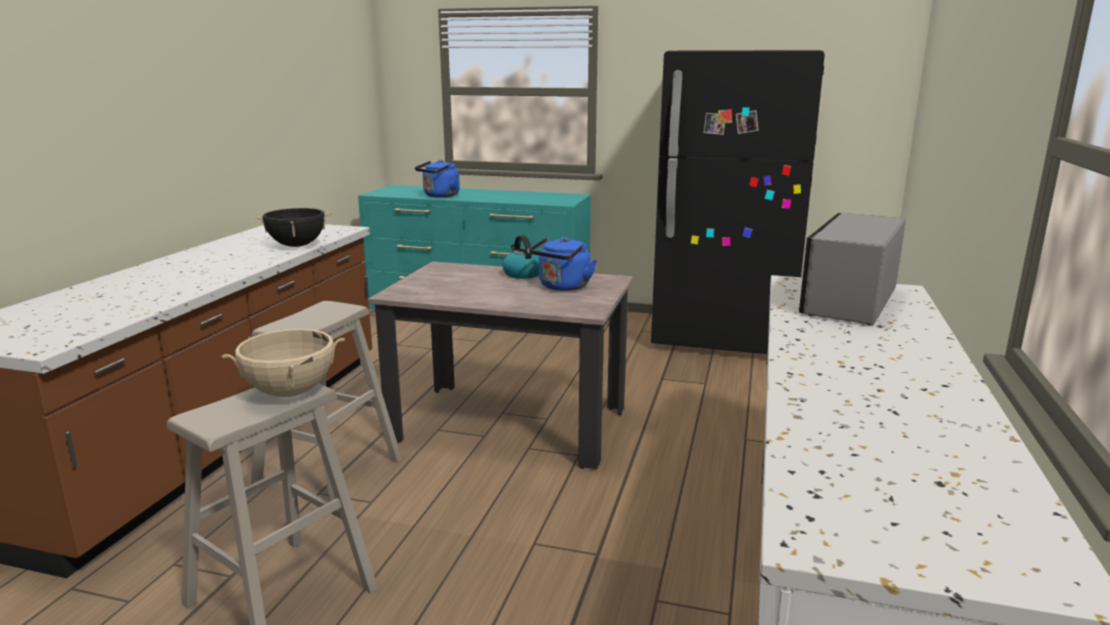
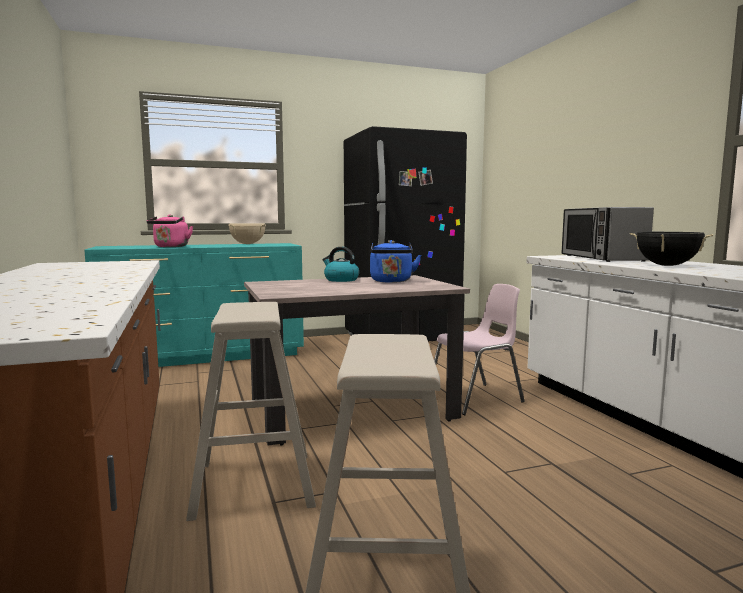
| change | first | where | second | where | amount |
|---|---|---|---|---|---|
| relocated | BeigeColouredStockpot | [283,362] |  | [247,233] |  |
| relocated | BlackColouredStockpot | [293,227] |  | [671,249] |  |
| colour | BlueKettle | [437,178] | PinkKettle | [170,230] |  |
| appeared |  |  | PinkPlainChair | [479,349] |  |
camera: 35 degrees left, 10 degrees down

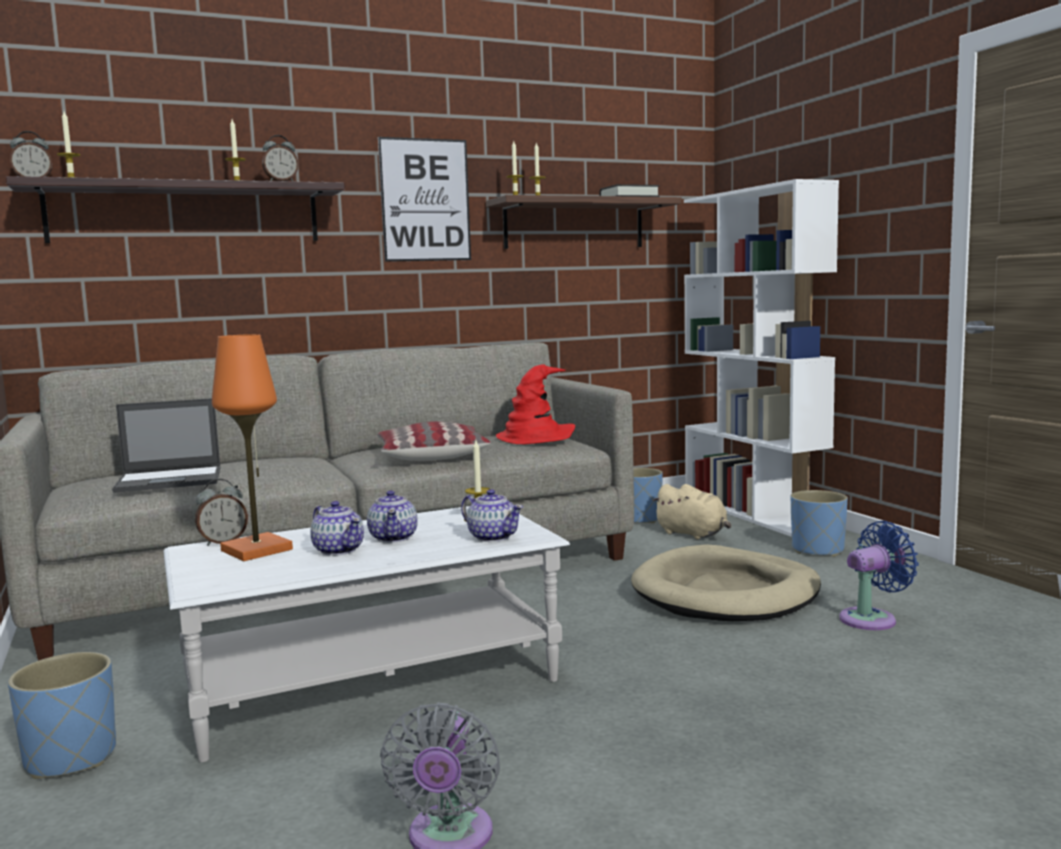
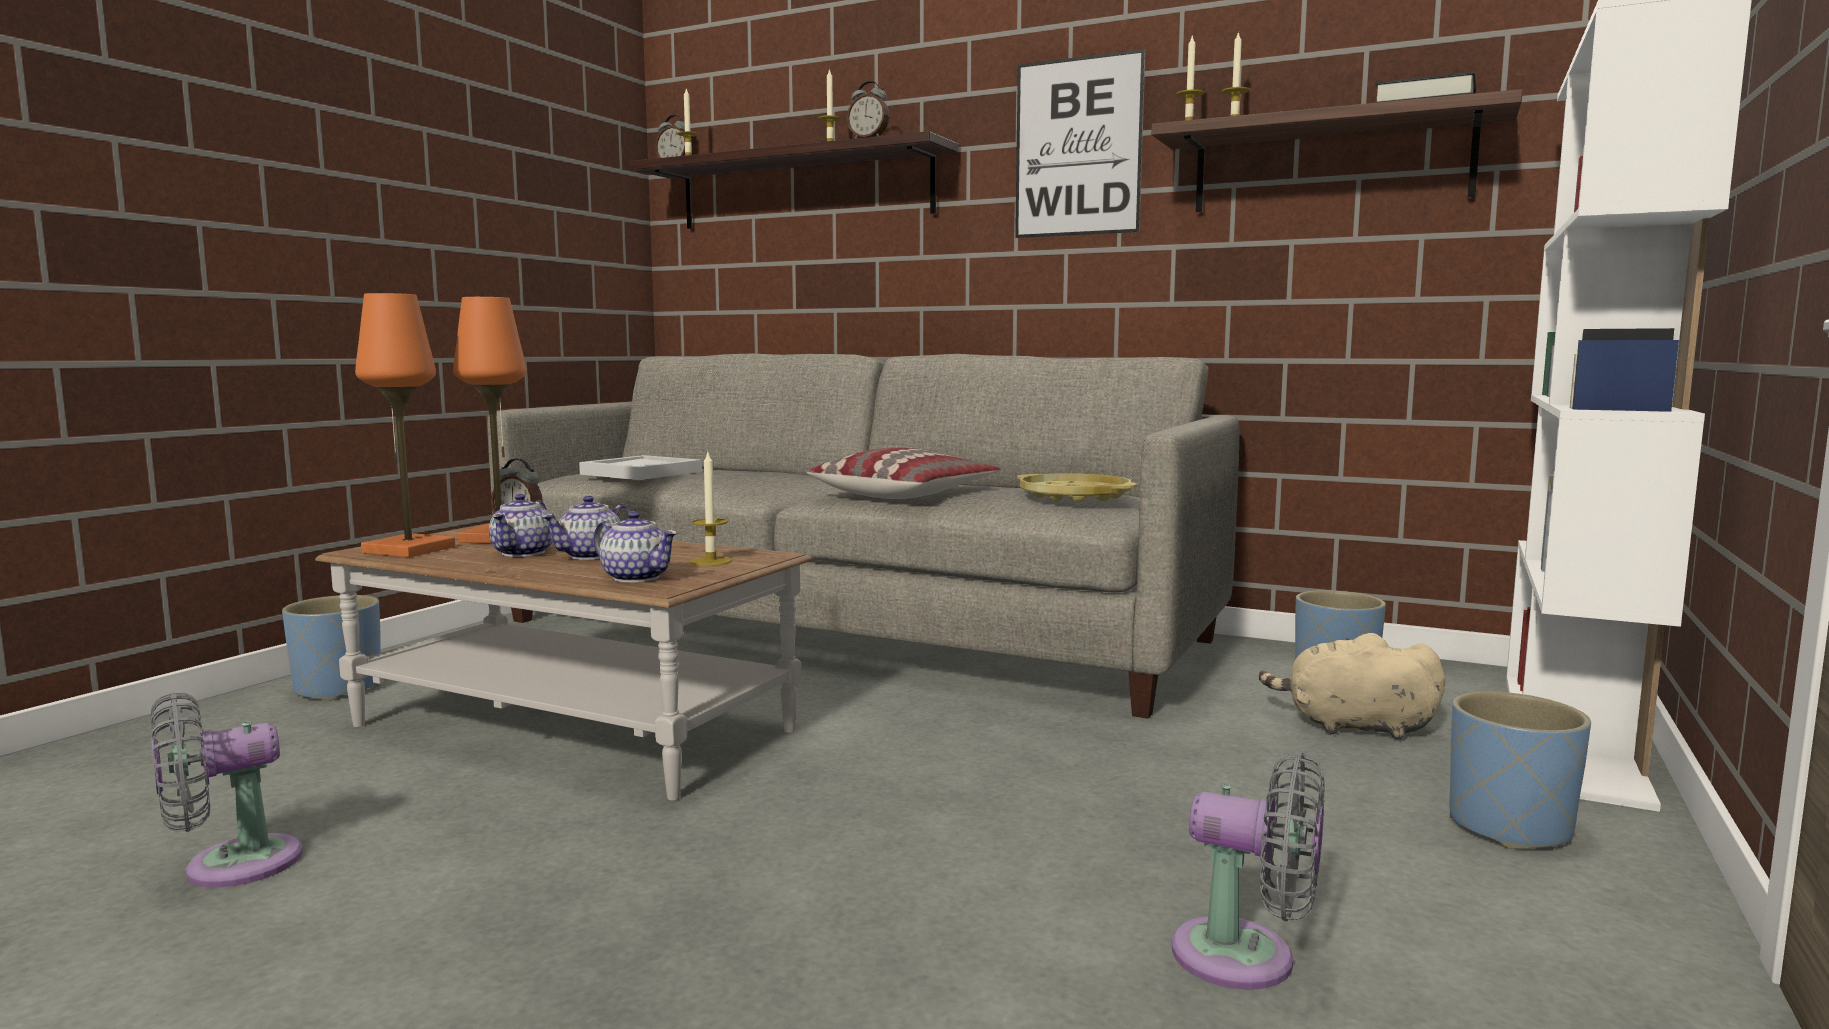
| change | first | where | second | where | amount |
|---|---|---|---|---|---|
| exchanged | PortableComputer | [166,445] | WhitishTray | [640,467] |  |
| colour | WhitishCoffeeTable | [366,634] | BrownColouredCoffeeTable | [563,662] |  |
| spun | PotForTea | [492,515] |  | [635,547] | 60 degrees counterclockwise |
| exchanged | ReddishWearableHat | [535,404] | YellowColouredTray | [1077,488] |  |
| missing | BeigeColouredDogCushion | [726,583] |  |  |  |
| spun | BeigeColouredCuddlyToy | [691,512] |  | [1352,686] | 105 degrees clockwise |
| colour | BlueCoolingFan | [879,575] | GreyCoolingFan | [1248,871] |  |
| appeared |  |  | OrangeTableLamp | [405,425] |  |
camera: 50 degrees right, 0 degrees up

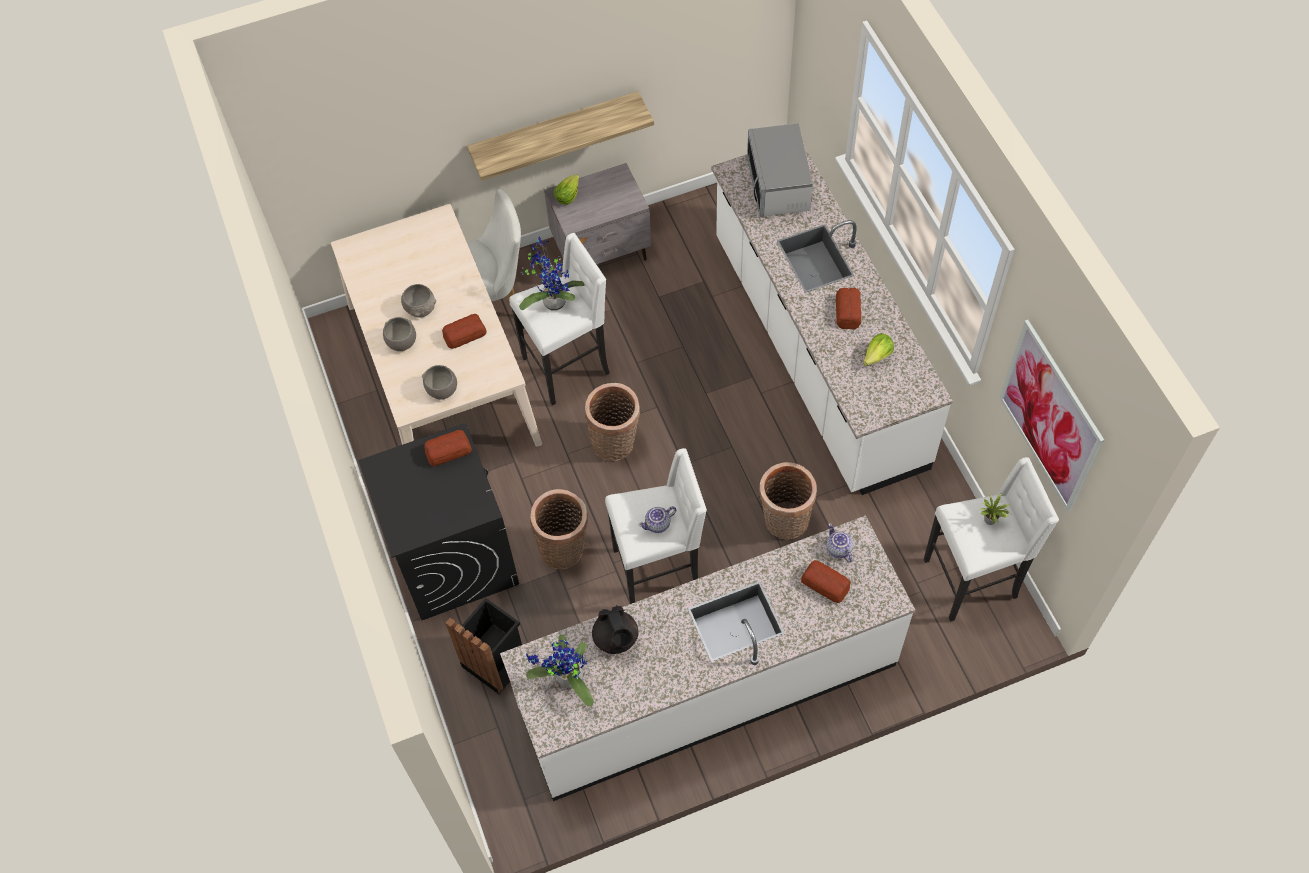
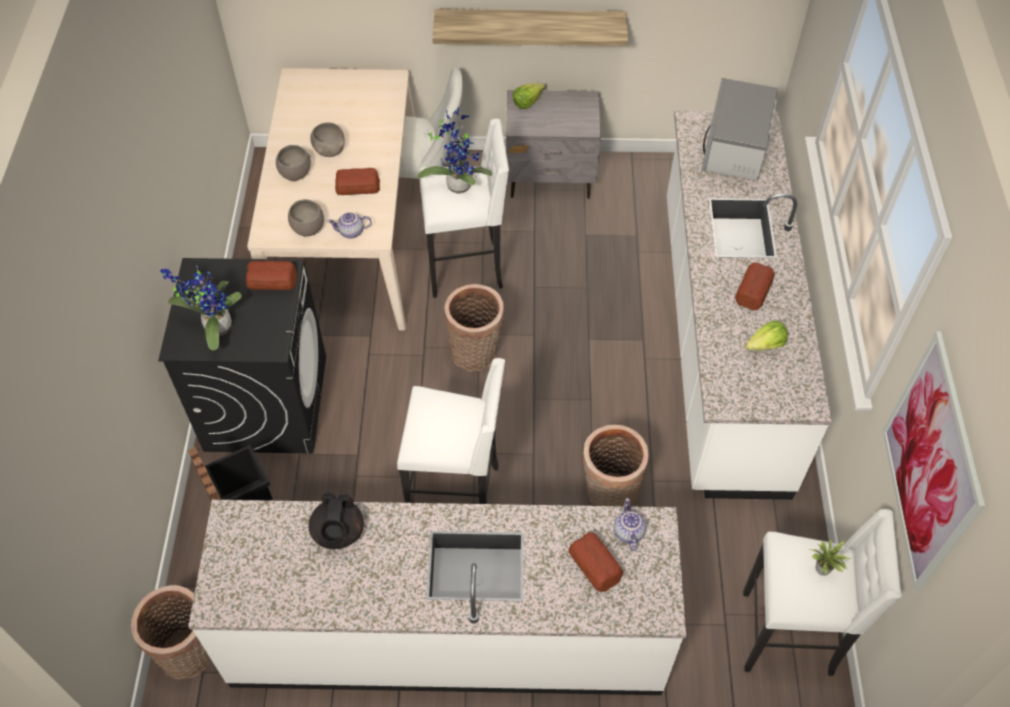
| change | first | where | second | where | amount |
|---|---|---|---|---|---|
| relocated | Houseplant | [560,670] |  | [201,307] |  |
| relocated | Basket | [559,529] |  | [171,632] |  |
| relocated | PotForTea | [657,519] |  | [349,225] |  |
camera: 20 degrees right, 5 degrees down

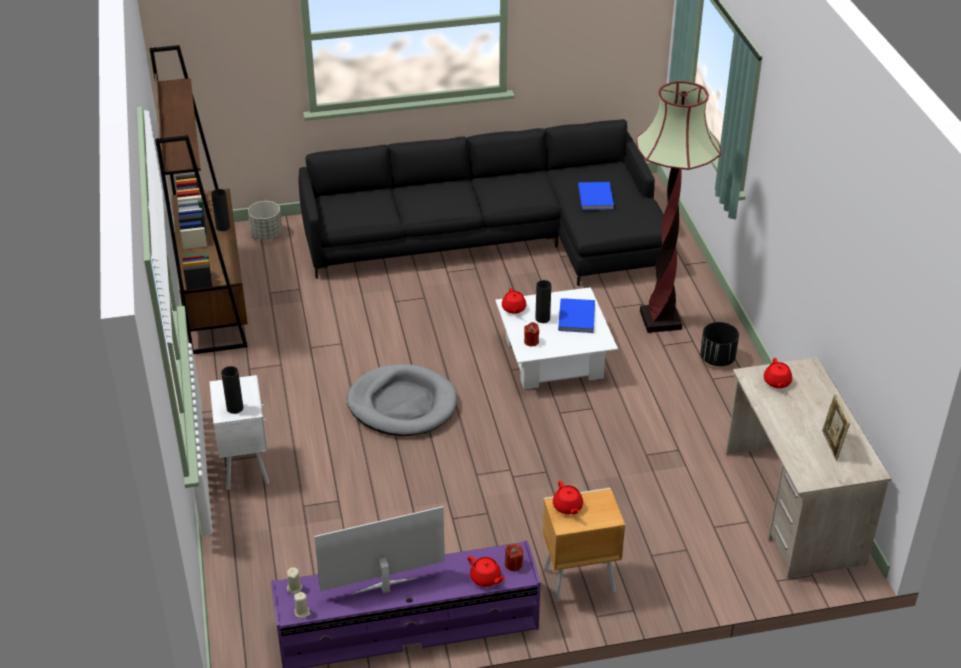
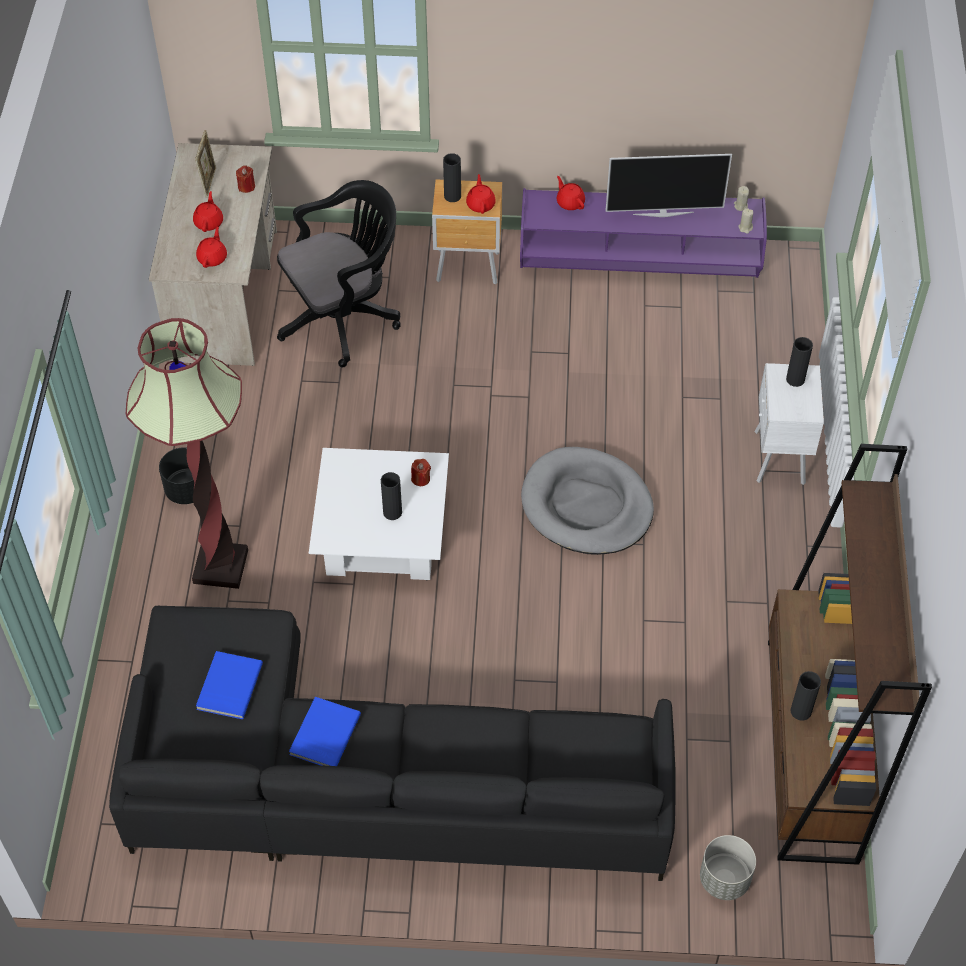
| change | first | where | second | where | amount |
|---|---|---|---|---|---|
| relocated | ReddishPotForTea | [514,301] |  | [208,211] |  |
| relocated | ReddishCandle | [514,557] |  | [245,179] |  |
| relocated | BlueBoundBook | [576,315] |  | [325,731] |  |
| appeared |  |  | BlackColouredComputerChair | [338,274] |  |
| appeared |  |  | BlackColouredVase | [452,177] |  |
camera: 165 degrees left, 15 degrees up

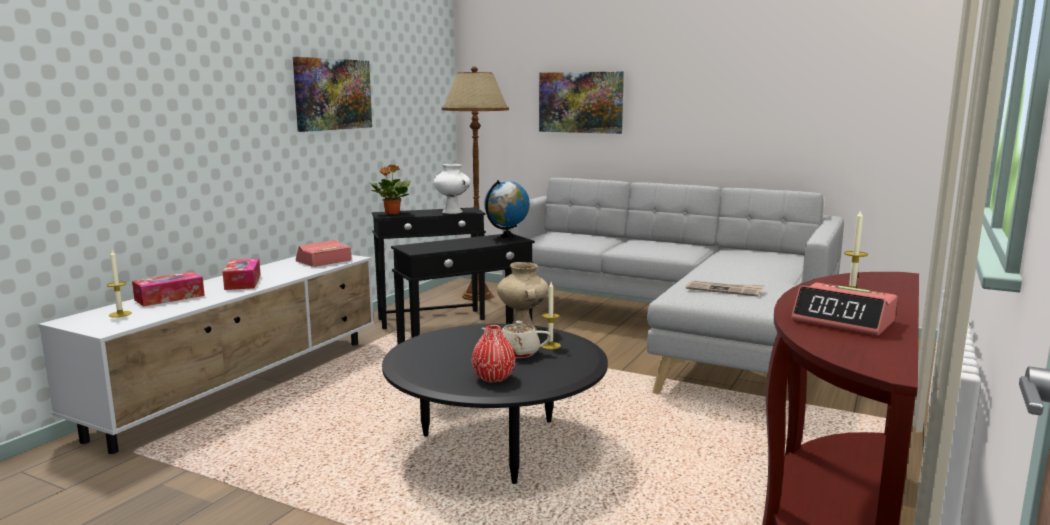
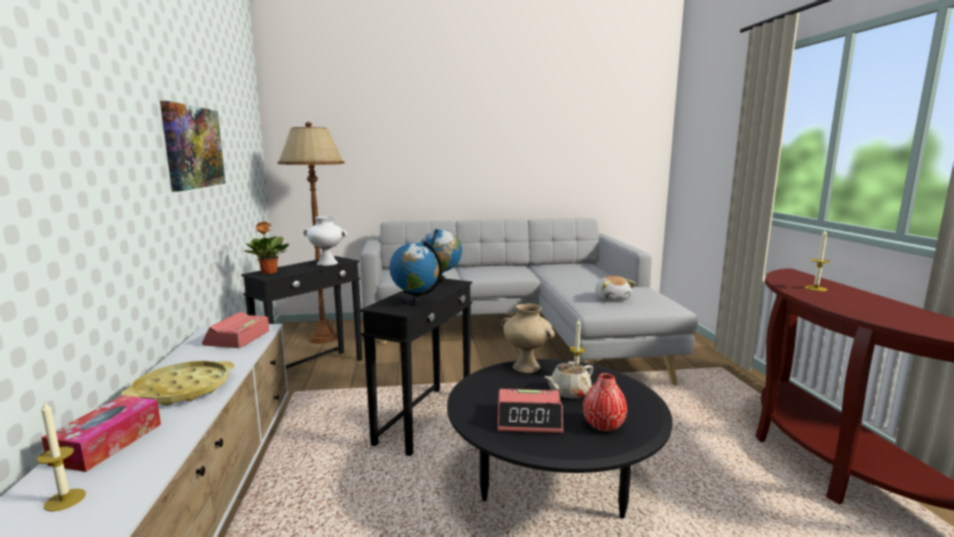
| change | first | where | second | where | amount |
|---|---|---|---|---|---|
| exchanged | BoxOfTissues | [242,274] | YellowColouredTray | [177,383] |  |
| missing | WallPicture | [581,102] |  |  |  |
| exchanged | PrintedPaper | [725,288] | CuddlyToy | [615,288] |  |
| relocated | TableClock | [844,309] |  | [530,411] |  |
| appeared |  |  | DeskGlobe | [415,273] |  |
camera: 35 degrees left, 0 degrees up

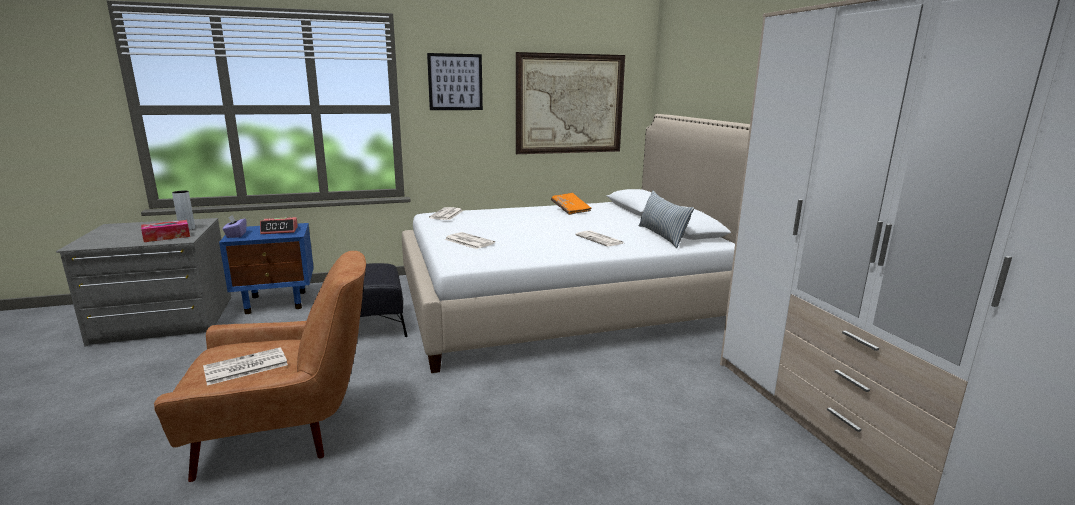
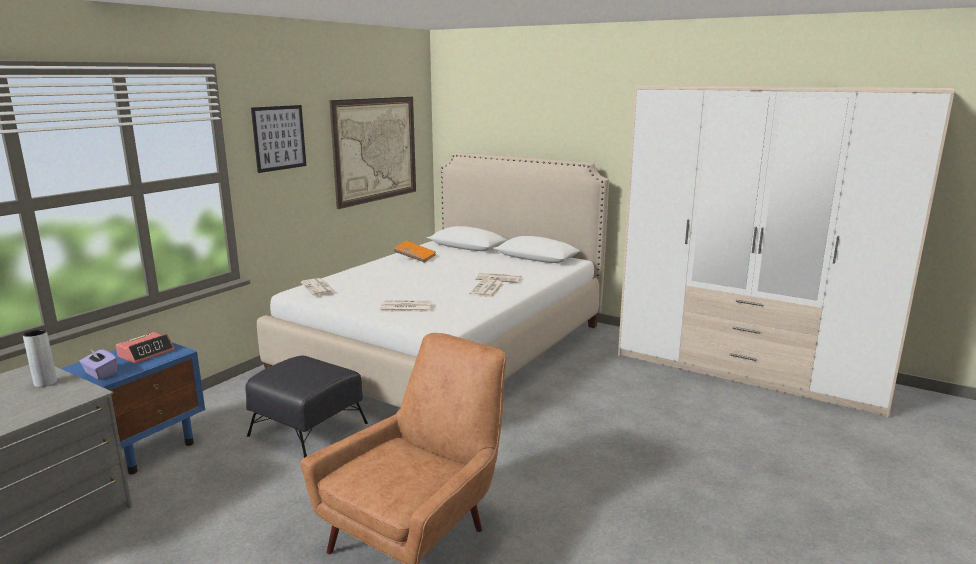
| change | first | where | second | where | amount |
|---|---|---|---|---|---|
| missing | BoxOfTissues | [165,231] |  |  |  |
| relocated | PrintedPaper | [245,366] |  | [486,288] |  |
| missing | ThrowPillow | [666,219] |  |  |  |
camera: 40 degrees left, 0 degrees up

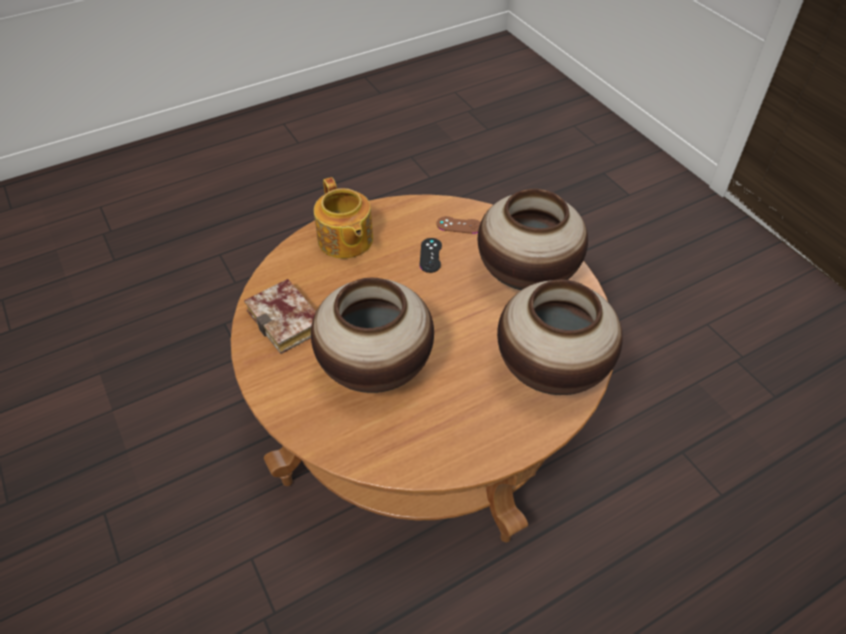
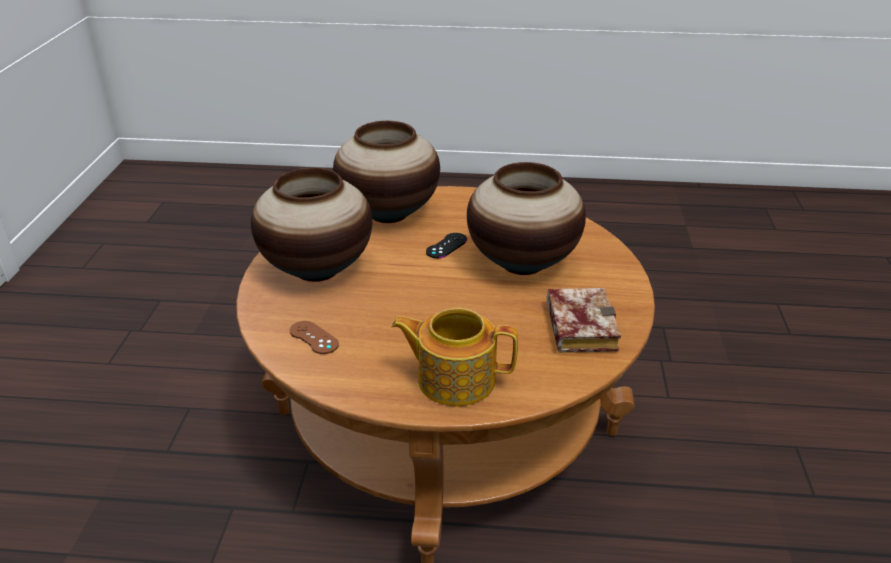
| change | first | where | second | where | amount |
|---|---|---|---|---|---|
| spun | PotForTea | [343,218] |  | [454,357] | 90 degrees counterclockwise |
| relocated | BlackColouredGamepad | [431,255] |  | [446,245] |  |
camera: 145 degrees left, 15 degrees down

